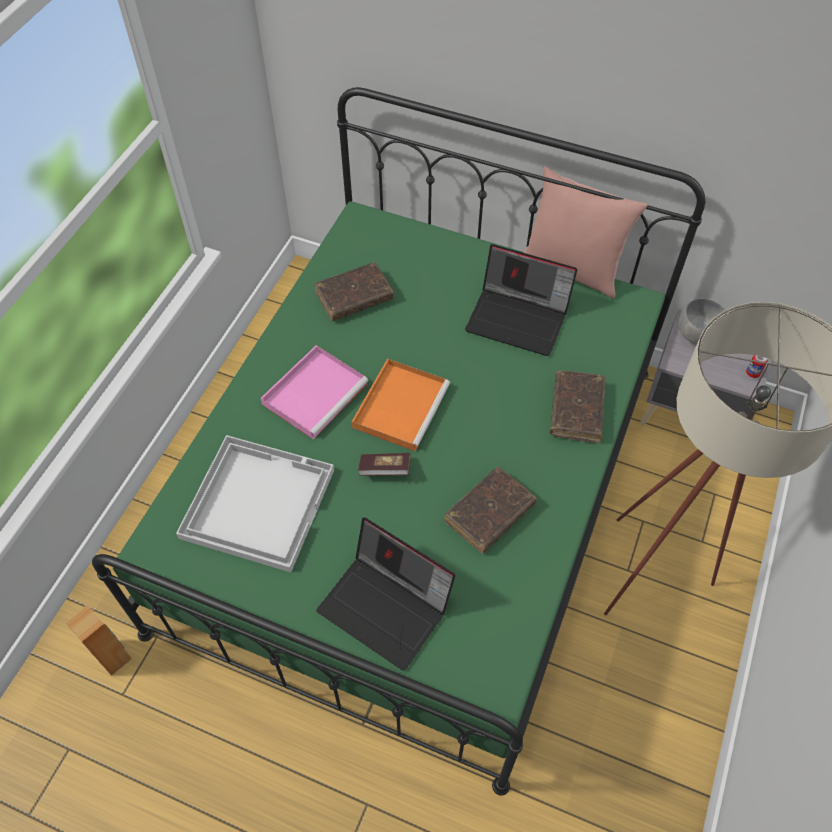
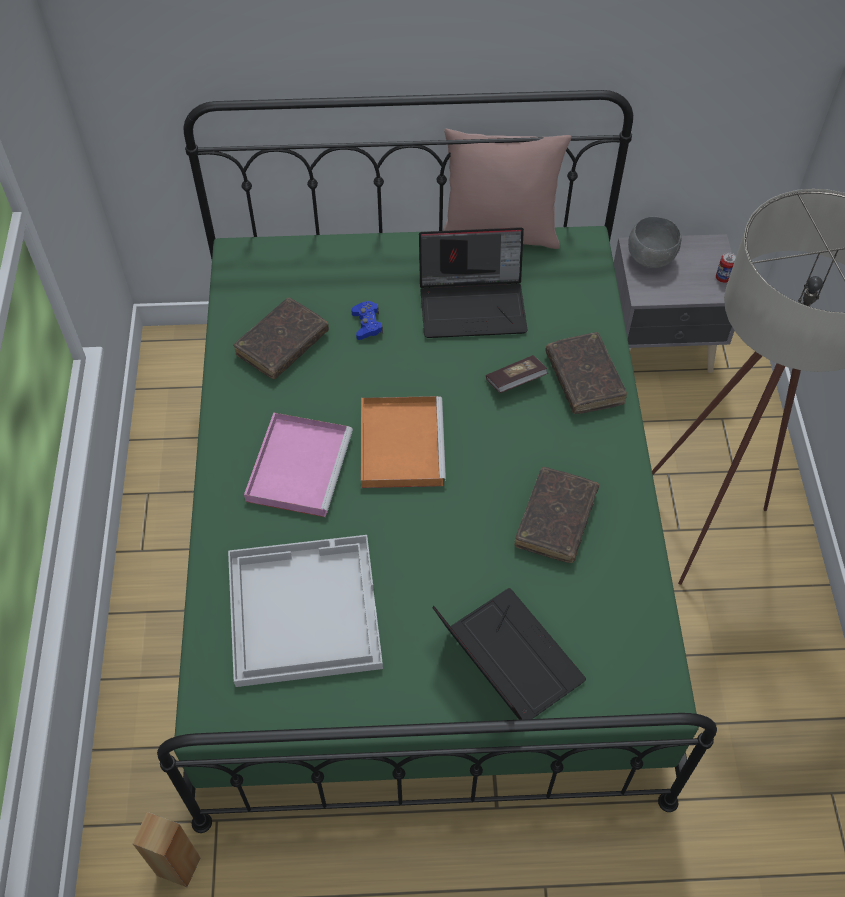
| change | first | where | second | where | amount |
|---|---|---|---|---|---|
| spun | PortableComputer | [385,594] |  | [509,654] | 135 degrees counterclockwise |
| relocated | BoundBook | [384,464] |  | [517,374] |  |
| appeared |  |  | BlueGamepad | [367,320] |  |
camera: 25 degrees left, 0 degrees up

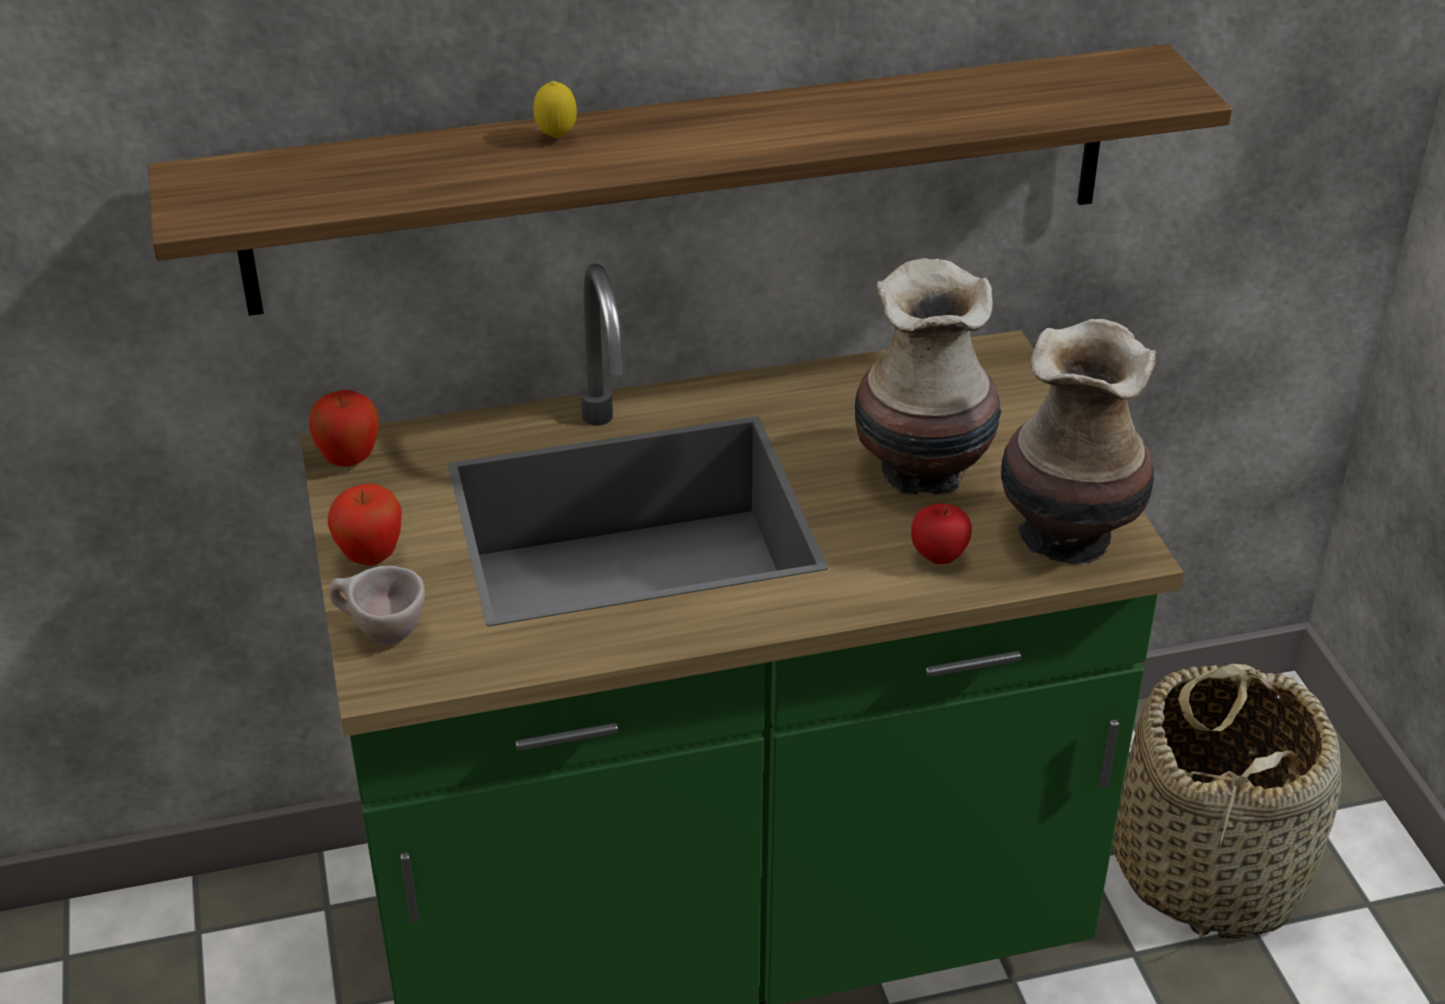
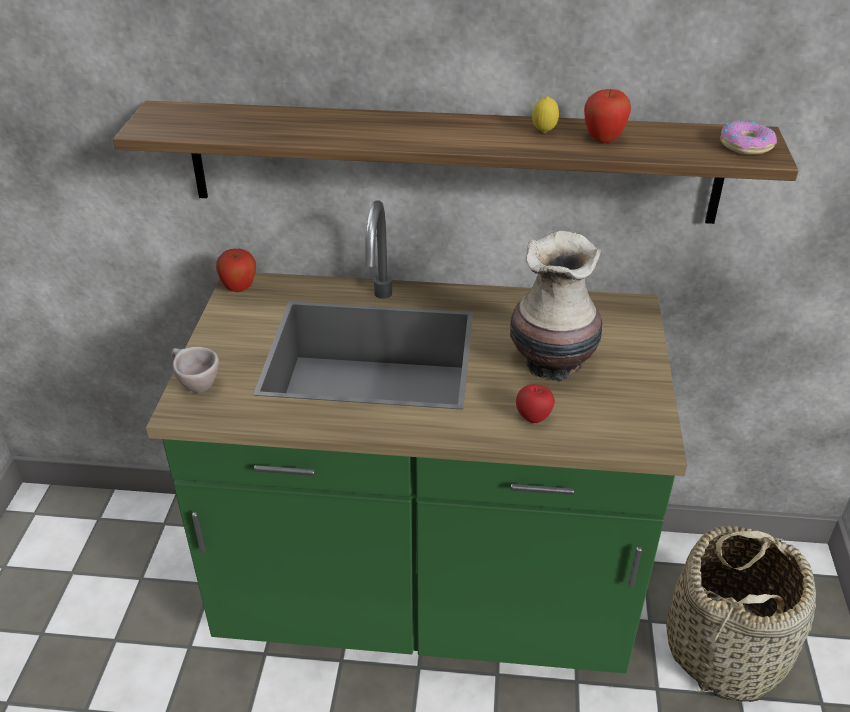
| change | first | where | second | where | amount |
|---|---|---|---|---|---|
| relocated | Apple | [365,525] |  | [607,116] |  |
| relocated | Lemon | [555,110] |  | [545,114] |  |
| missing | Vase | [1078,441] |  |  |  |
| appeared |  |  | Doughnut | [748,138] |  |
camera: 20 degrees right, 0 degrees up

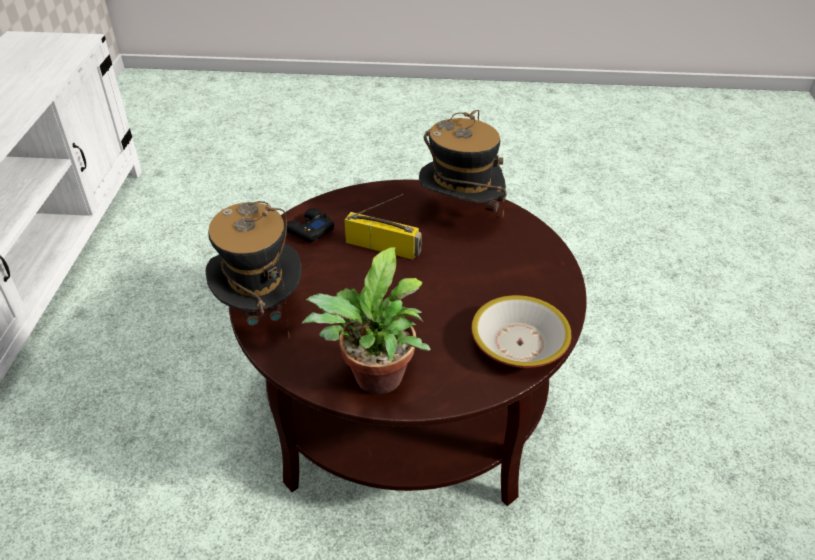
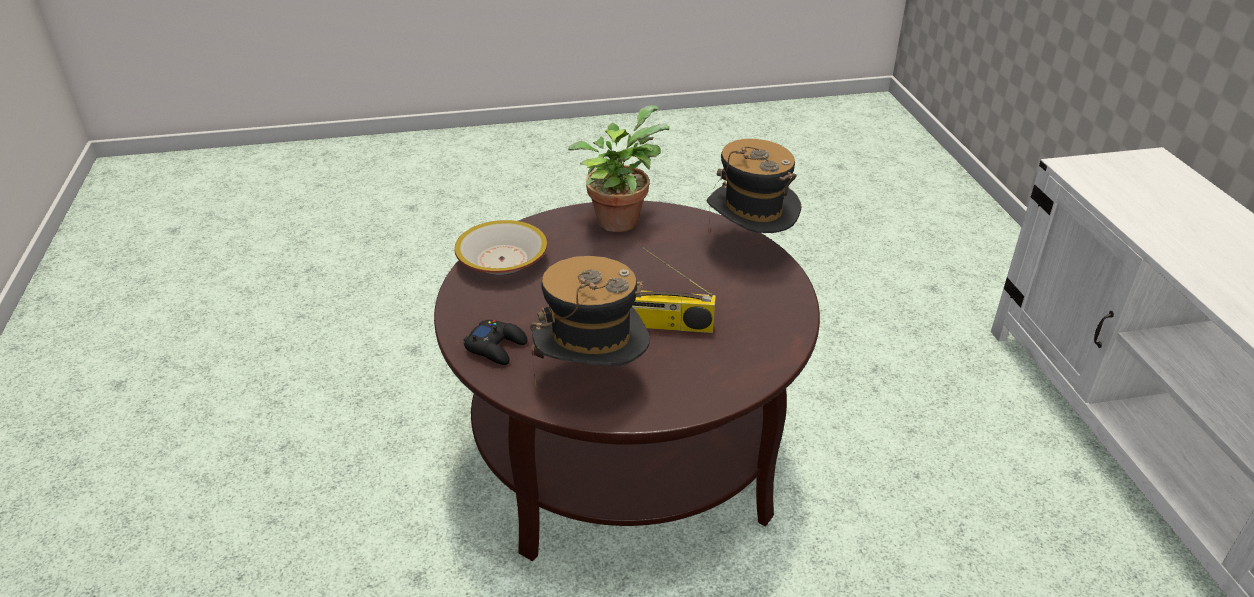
| change | first | where | second | where | amount |
|---|---|---|---|---|---|
| relocated | BlackColouredGamepad | [309,225] |  | [495,342] |  |
camera: 165 degrees right, 5 degrees down

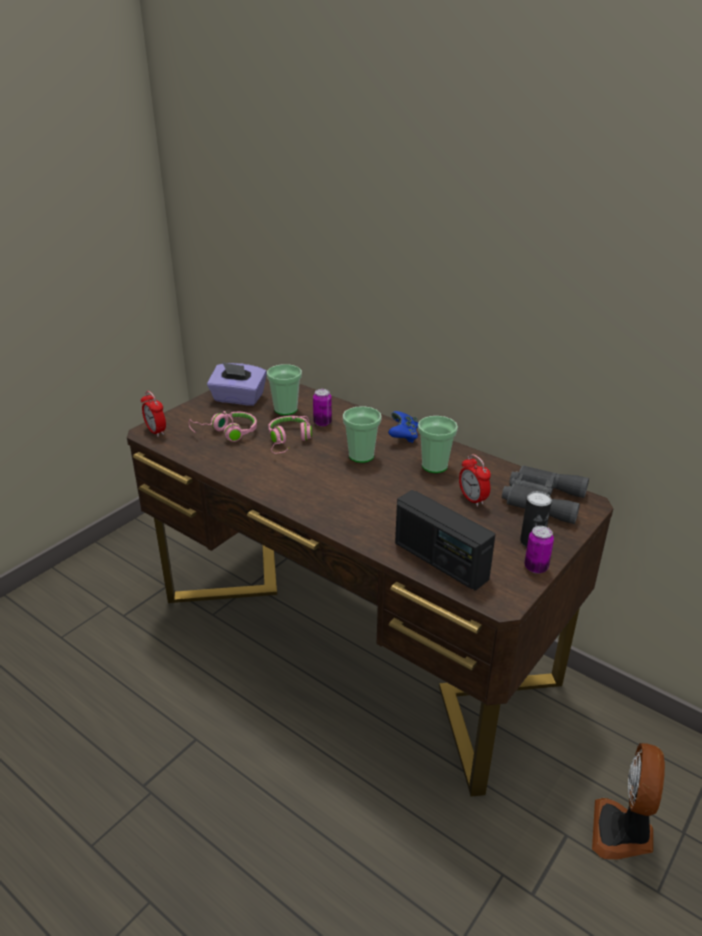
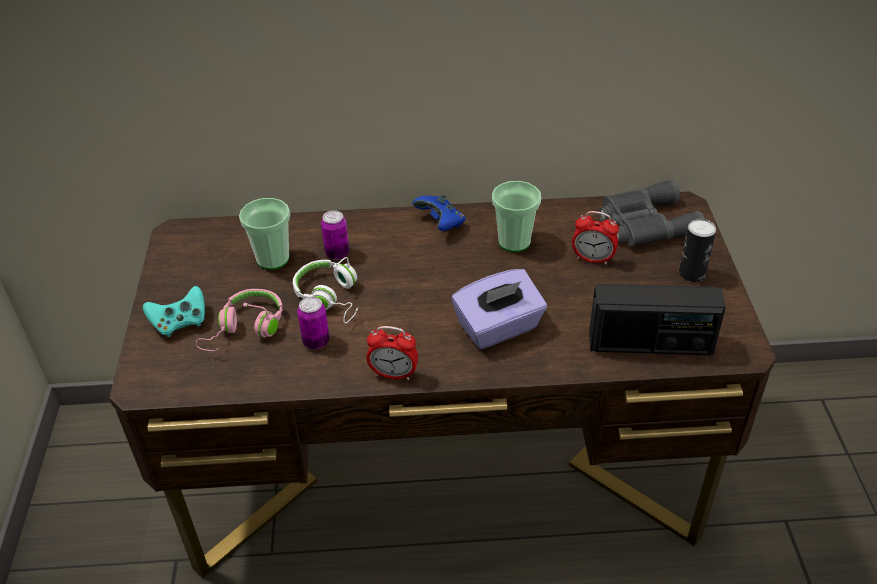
| change | first | where | second | where | amount |
|---|---|---|---|---|---|
| relocated | TableClock | [153,414] |  | [392,353] |  |
| relocated | PurpleColouredBoxOfTissues | [237,384] |  | [499,309] |  |
| colour | PinkHeadphones | [290,435] | WhitishHeadphones | [326,290] |  |
| missing | SmallCup | [362,434] |  |  |  |
| relocated | MetalCan | [539,550] |  | [313,323] |  |
| missing | CoolingFan | [628,801] |  |  |  |
| appeared |  |  | TurquoiseColouredGamepad | [174,311] |  |
camera: 40 degrees left, 10 degrees up

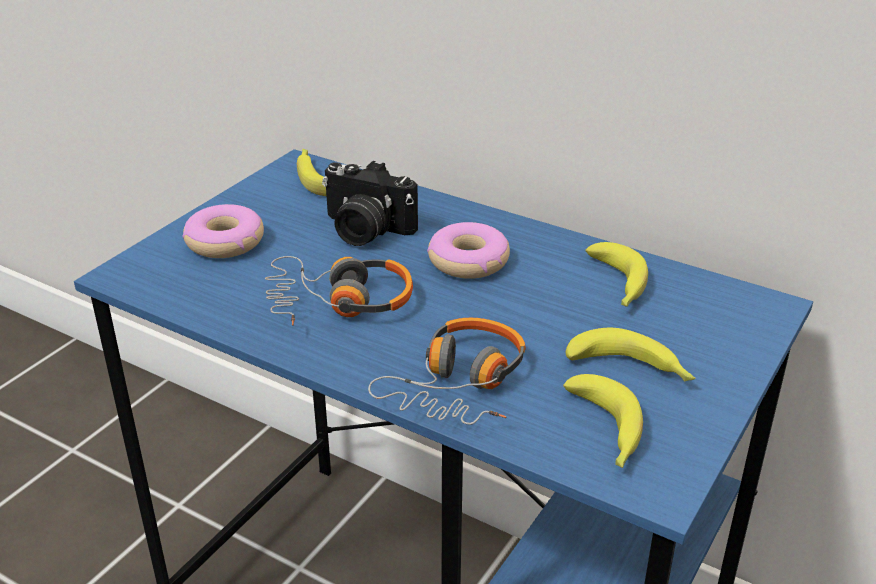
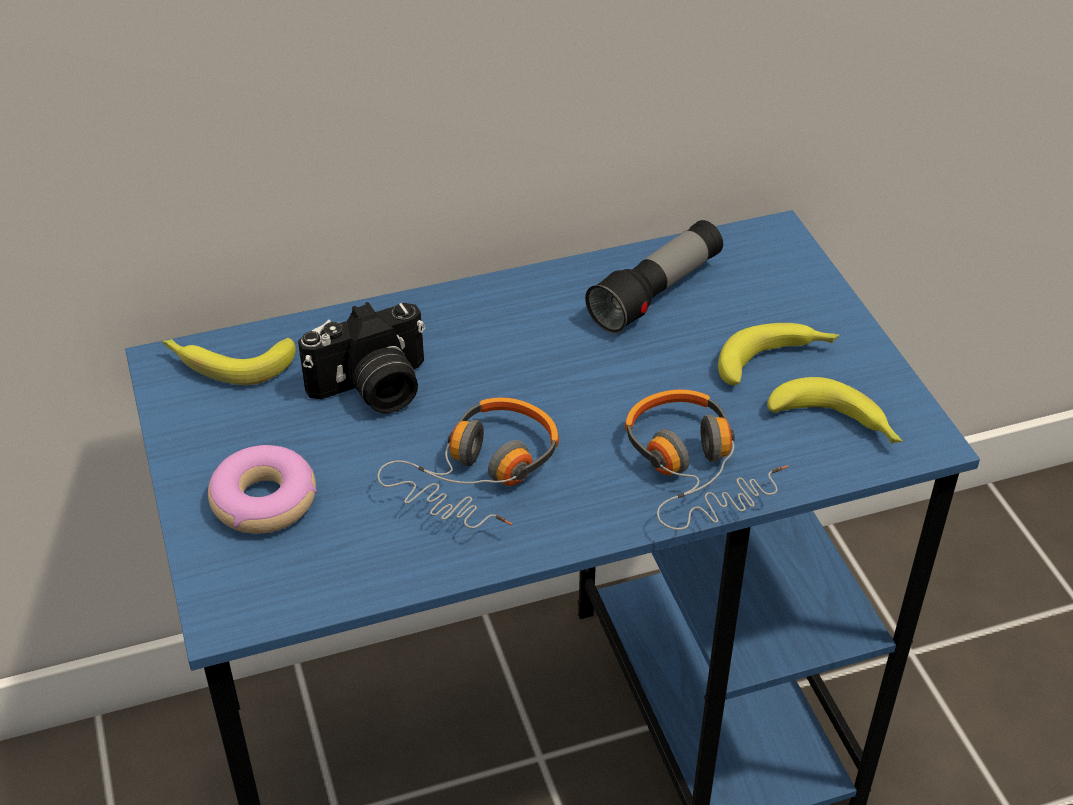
| change | first | where | second | where | amount |
|---|---|---|---|---|---|
| missing | Doughnut | [468,250] |  |  |  |
| exchanged | WholeBanana | [617,274] | HandTorch | [654,277] |  |
camera: 50 degrees left, 10 degrees up

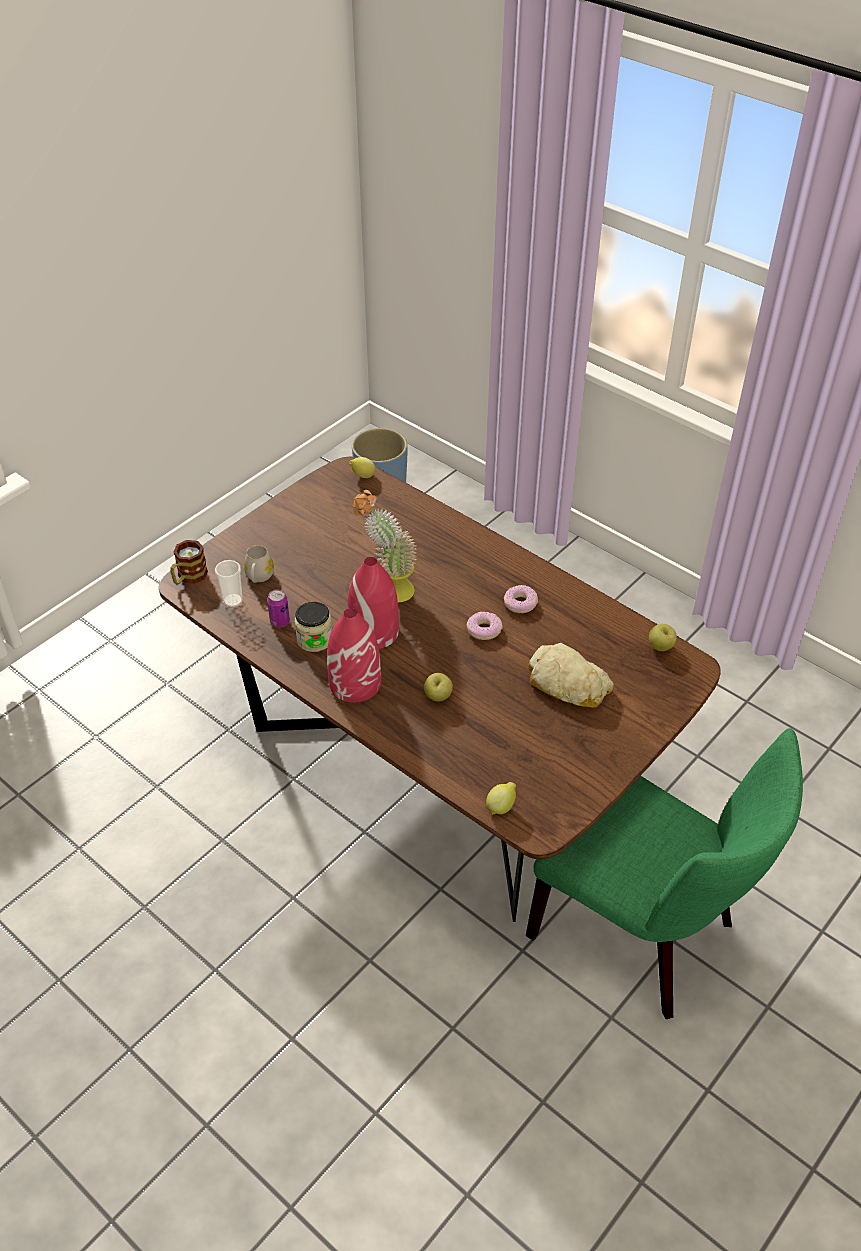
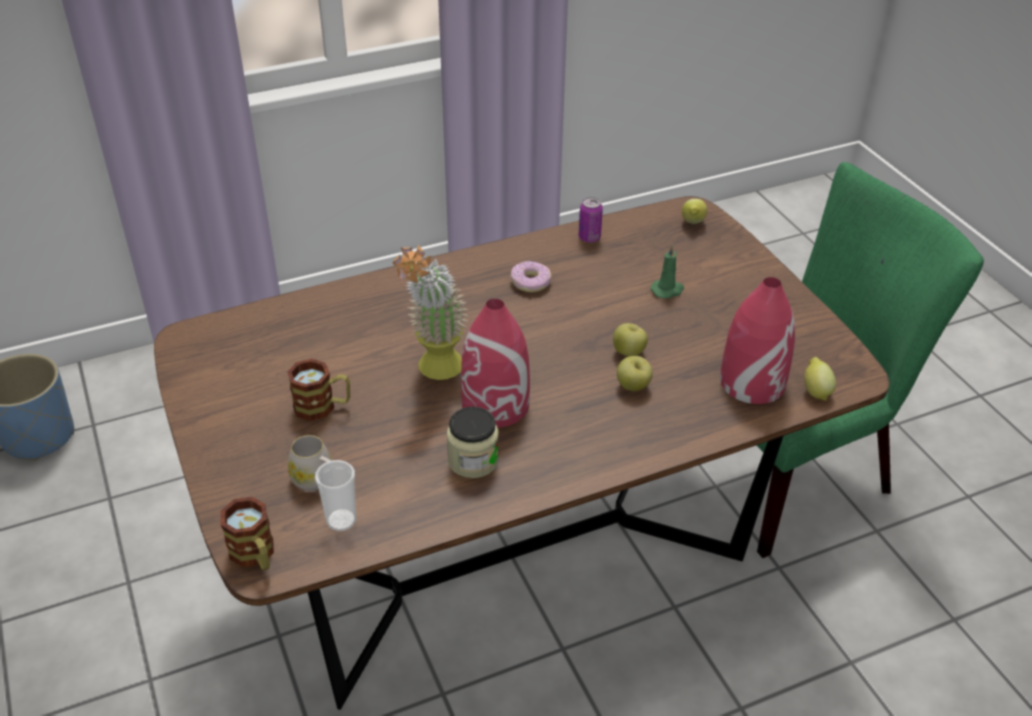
| change | first | where | second | where | amount |
|---|---|---|---|---|---|
| relocated | MetalCan | [278,608] |  | [591,220] |  |
| relocated | ReddishVase | [354,655] |  | [757,340] |  |
| relocated | Lemon | [362,467] |  | [694,211] |  |
| missing | Doughnut | [485,626] |  |  |  |
| exchanged | BakedBread | [571,675] | GreenishCandle | [667,271] |  |
| relocated | Apple | [663,637] |  | [630,339] |  |
| appeared |  |  | Mug | [318,390] |  |
camera: 65 degrees left, 5 degrees down

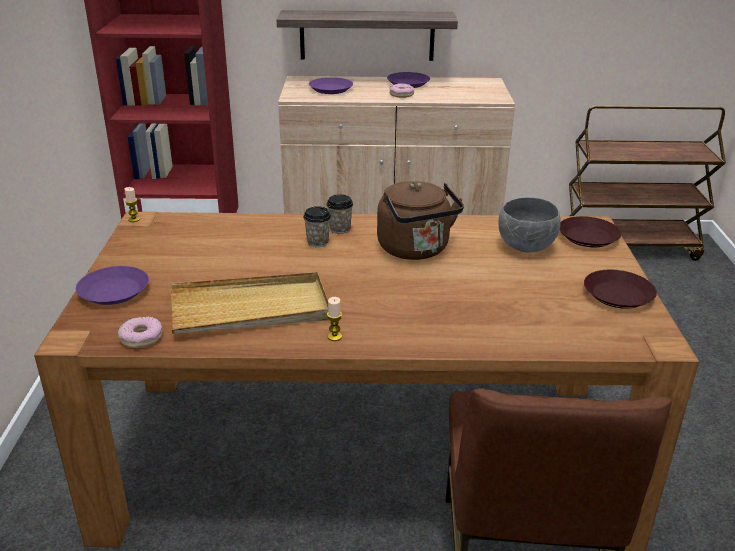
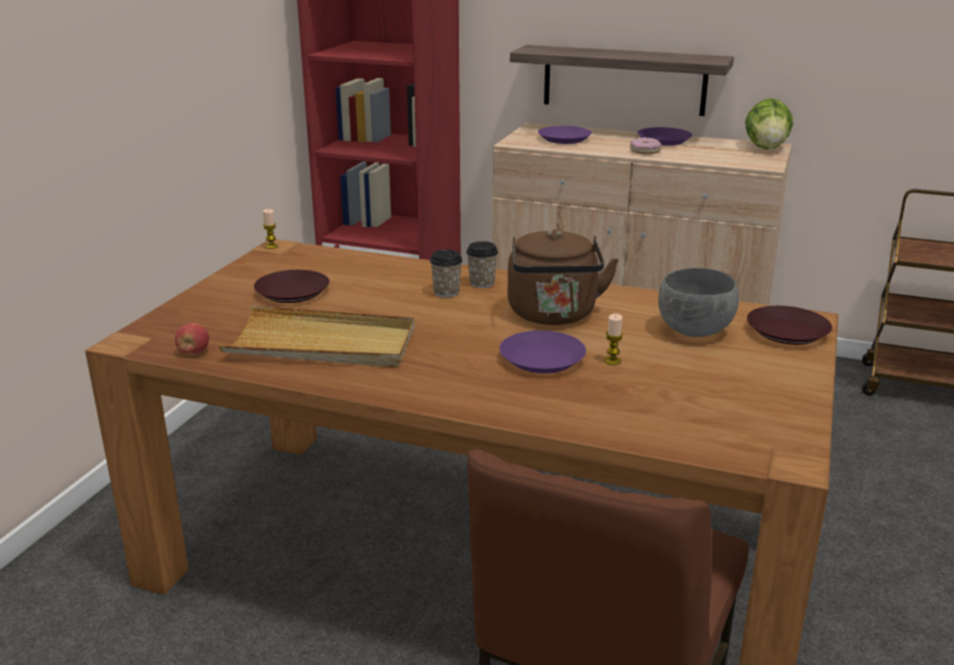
| change | first | where | second | where | amount |
|---|---|---|---|---|---|
| relocated | PurpleColouredPlate | [112,285] |  | [542,352] |  |
| exchanged | Doughnut | [140,332] | Apple | [192,339] |  |
| relocated | Candle | [334,319] |  | [613,339] |  |
| relocated | BrownColouredPlate | [620,289] |  | [291,286] |  |
| appeared |  |  | HeadOfLettuce | [769,124] |  |
camera: 20 degrees right, 5 degrees down

